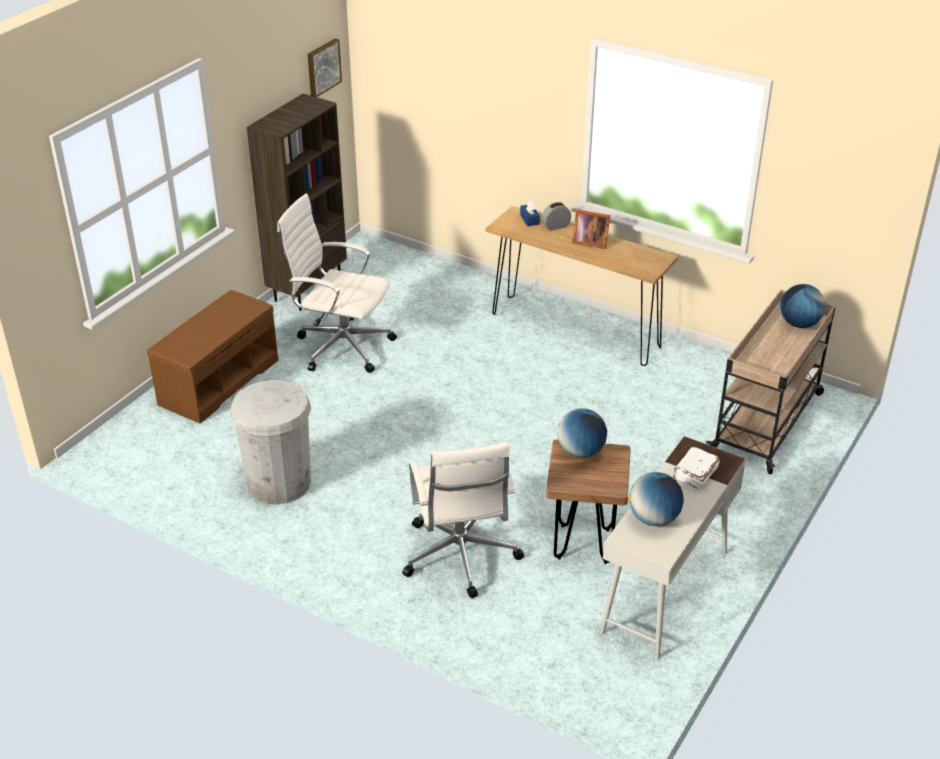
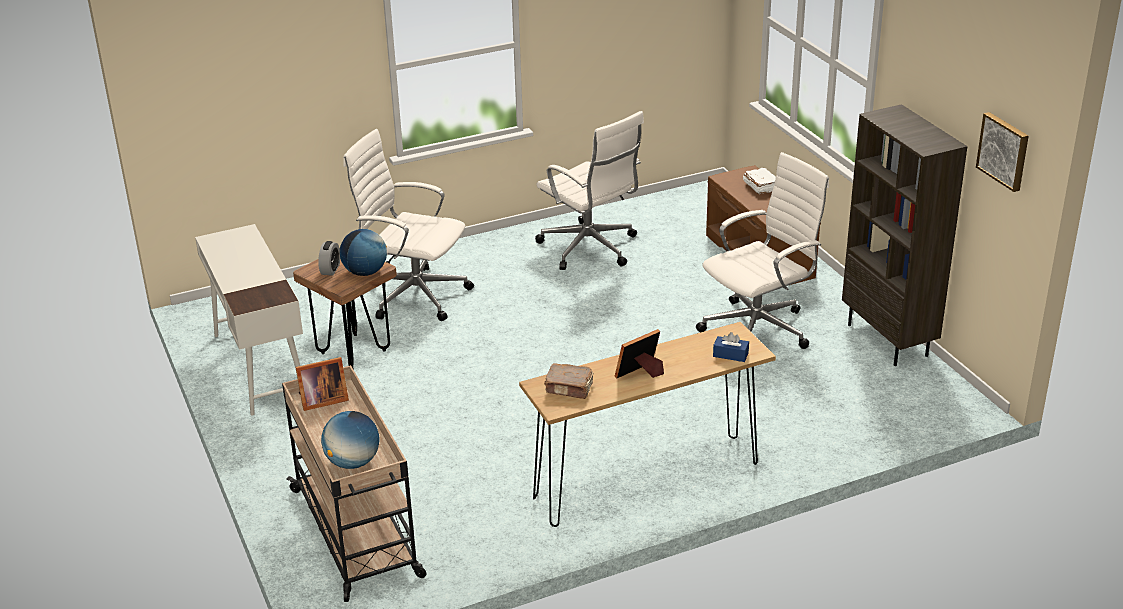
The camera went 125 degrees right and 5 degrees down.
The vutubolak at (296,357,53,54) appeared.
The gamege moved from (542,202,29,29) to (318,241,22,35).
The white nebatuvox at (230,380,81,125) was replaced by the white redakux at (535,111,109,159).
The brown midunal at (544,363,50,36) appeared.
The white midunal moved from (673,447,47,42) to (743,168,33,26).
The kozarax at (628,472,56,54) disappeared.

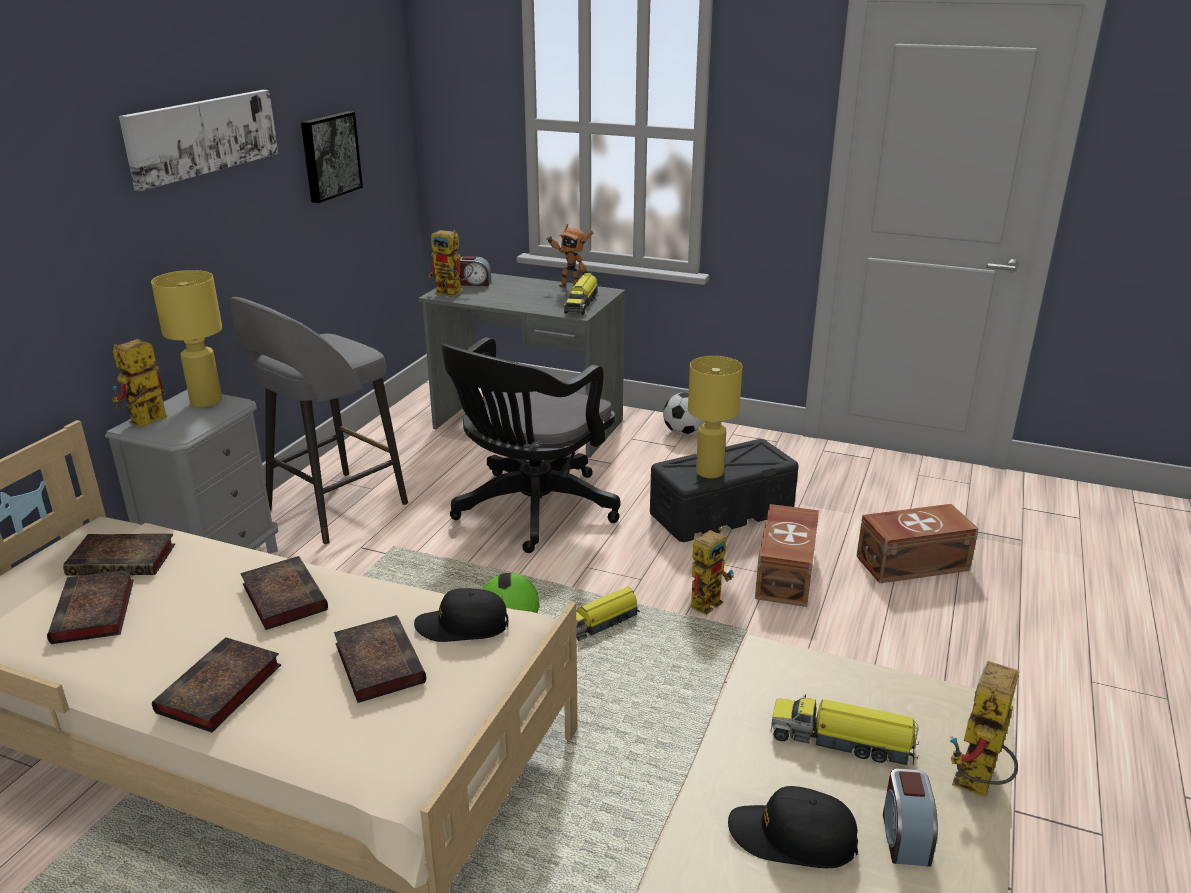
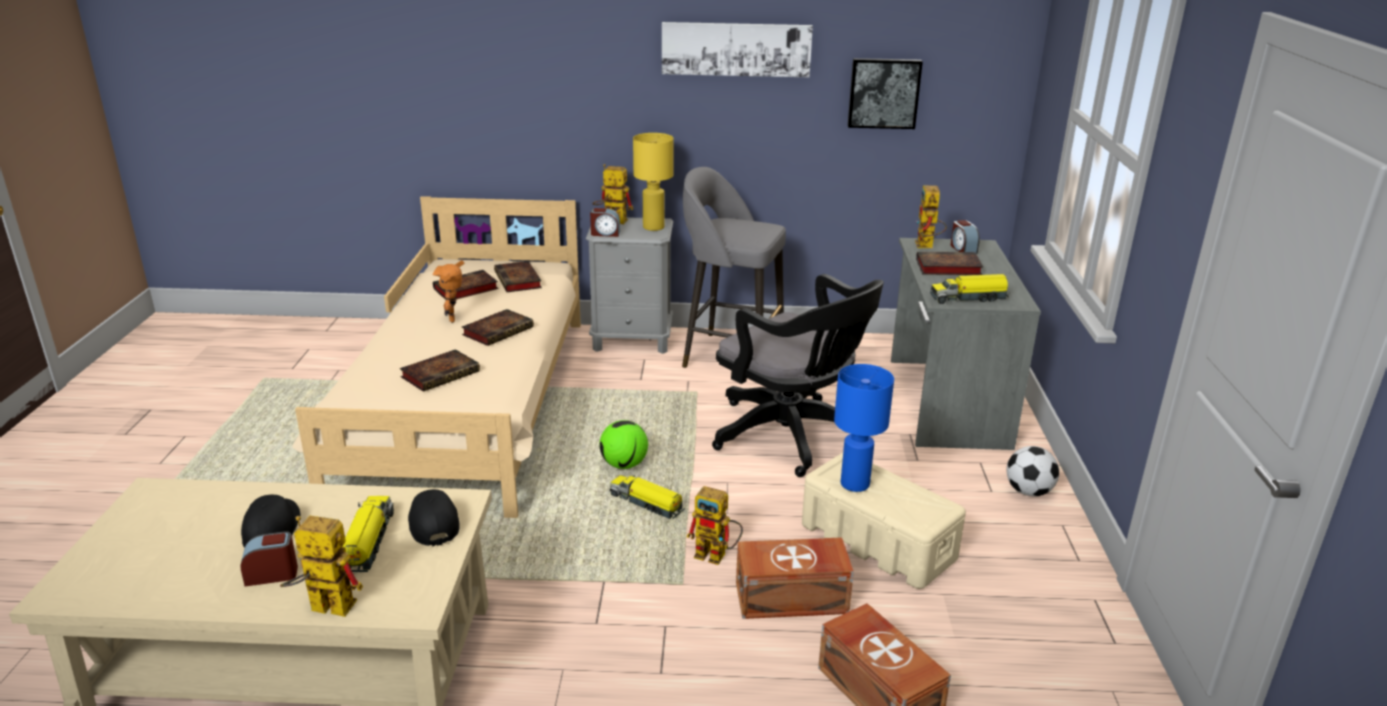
The camera went 70 degrees right and 0 degrees up.
The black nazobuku moved from (414,588,94,54) to (408,489,52,57).
The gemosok moved from (546,224,47,63) to (433,260,32,63).
The gamege at (590,208,30,29) appeared.
The black redakux at (441,337,179,216) turned 150 degrees counterclockwise.
The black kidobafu at (650,439,149,103) became the beige kidobafu at (802,453,164,136).
The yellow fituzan at (688,356,55,122) became the blue fituzan at (834,364,60,128).
The midunal moved from (152,637,129,96) to (916,252,67,23).

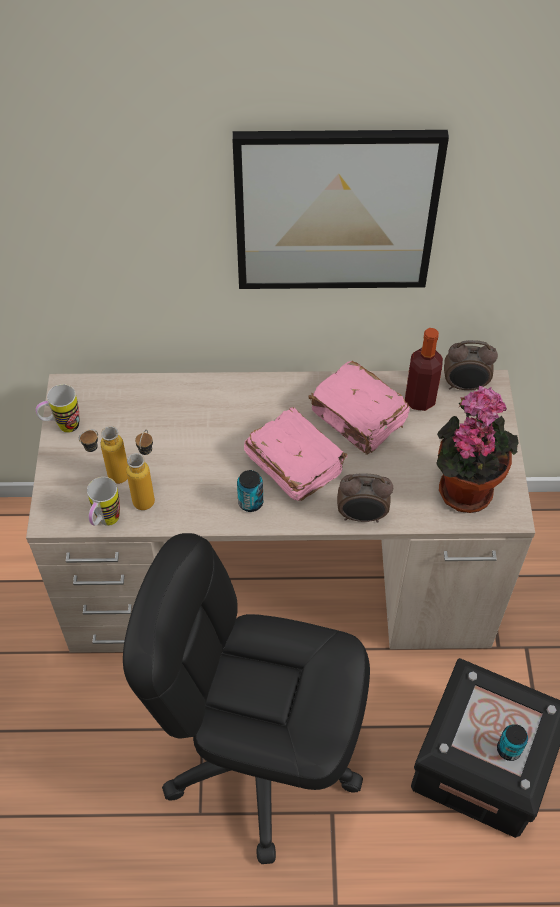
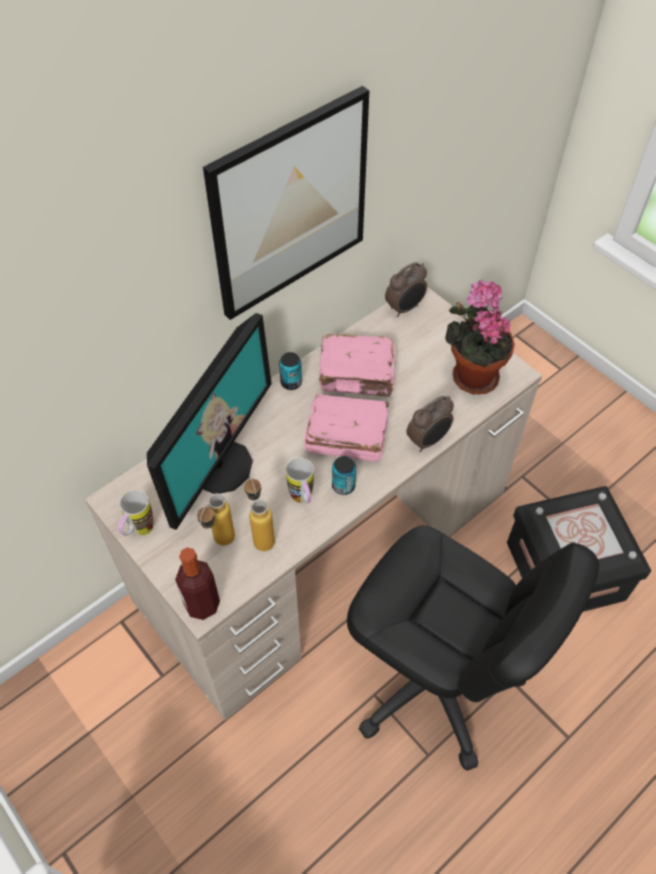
The camera went 40 degrees left and 0 degrees up.
The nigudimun at (147,313,125,217) appeared.
The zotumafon moved from (405,328,38,83) to (175,548,45,72).
The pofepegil moved from (497,724,31,37) to (279,352,23,38).
The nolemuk moved from (87,477,33,49) to (286,457,28,46).
The black redakux at (123,533,247,331) turned 120 degrees counterclockwise.

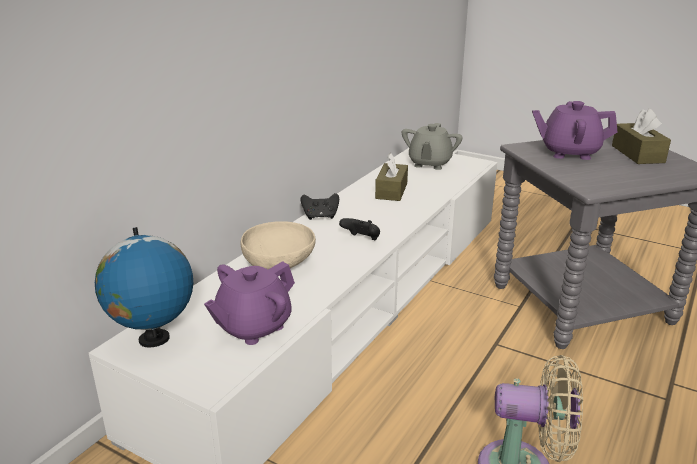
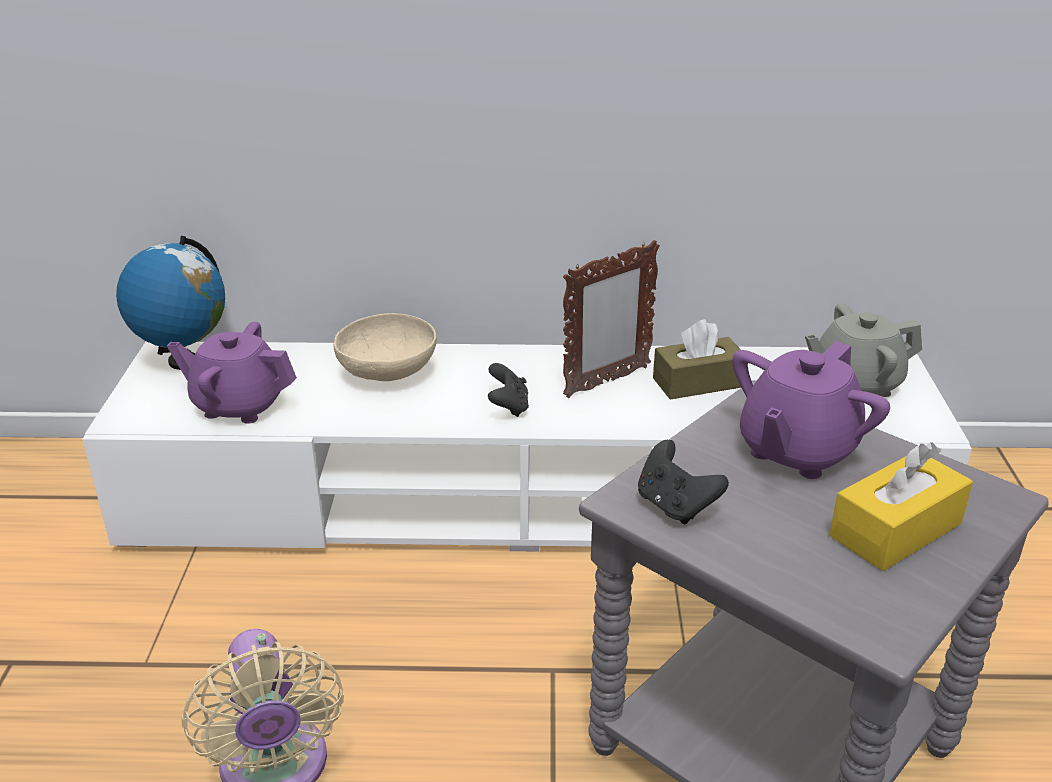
The camera went 60 degrees right and 5 degrees up.
The vutubolak at (563,240,97,158) appeared.
The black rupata moved from (301,193,38,27) to (638,440,91,84).
The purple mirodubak at (532,101,86,59) turned 120 degrees counterclockwise.
The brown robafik at (612,108,59,56) became the yellow robafik at (830,442,143,129).

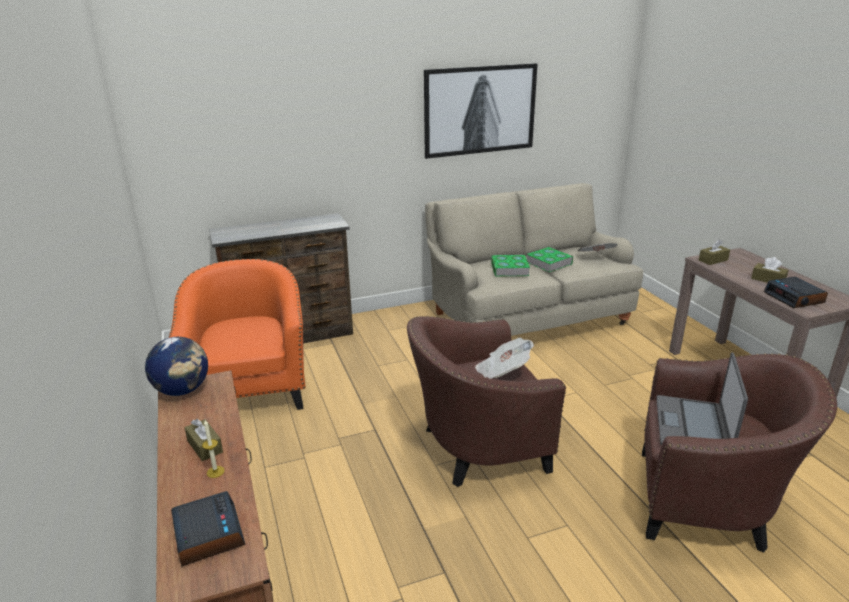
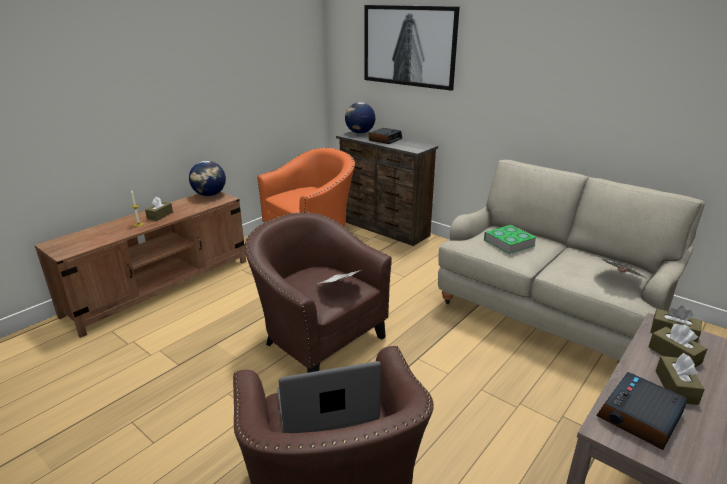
The camera went 60 degrees right and 0 degrees up.
The kozarax at (345,102,30,32) appeared.
The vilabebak moved from (424,63,113,96) to (364,5,96,86).
The gamege moved from (171,491,75,76) to (369,128,33,16).
The brown robafik at (649,324,58,43) appeared.
The midunal at (526,247,47,25) disappeared.

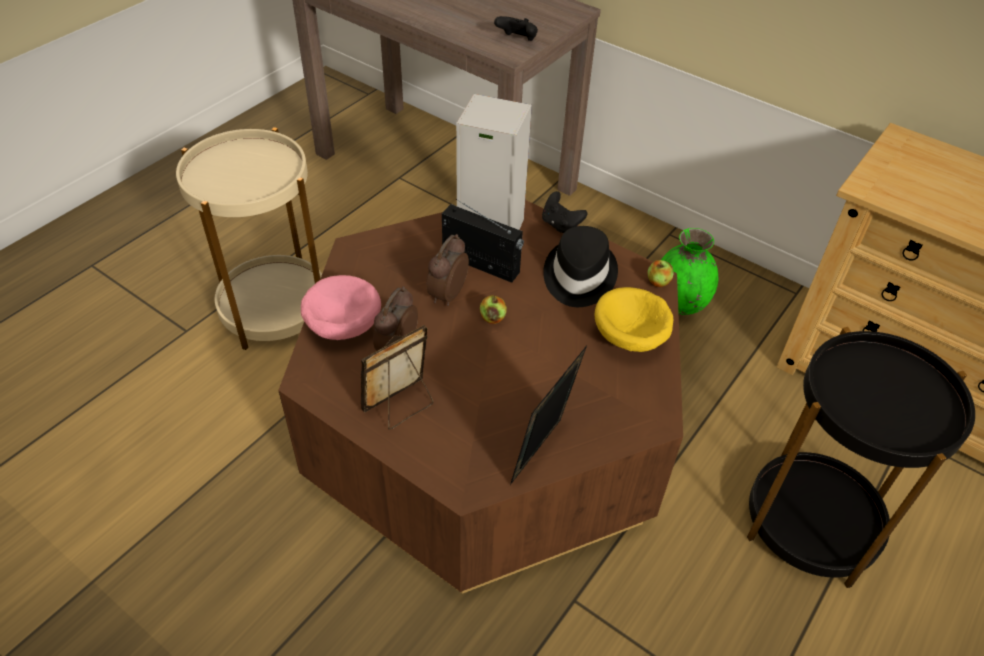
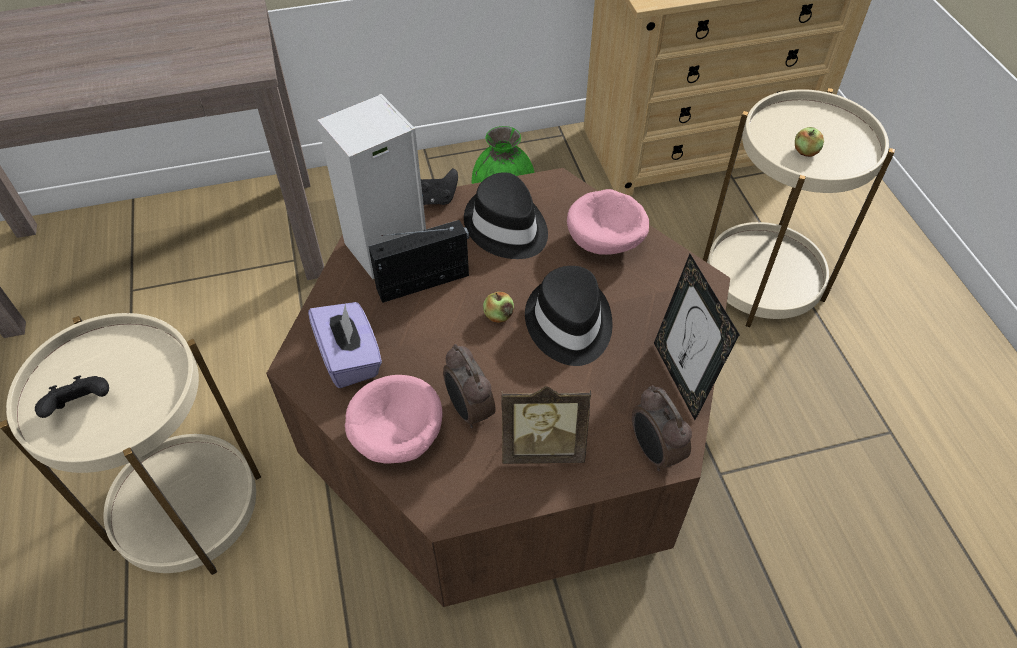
The camera went 50 degrees left and 5 degrees up.
The black rupata moved from (494,16,44,25) to (35,375,74,43).
The purple robafik at (308,302,74,86) appeared.
The vutubolak at (361,325,72,105) turned 90 degrees counterclockwise.
The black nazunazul at (525,266,87,100) appeared.
The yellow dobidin at (595,287,78,65) became the pink dobidin at (567,189,82,66).
The gamege moved from (427,234,42,72) to (632,385,60,87).
The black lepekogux at (747,327,228,261) became the beige lepekogux at (703,88,192,239).
The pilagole moved from (647,260,26,27) to (795,127,29,30).

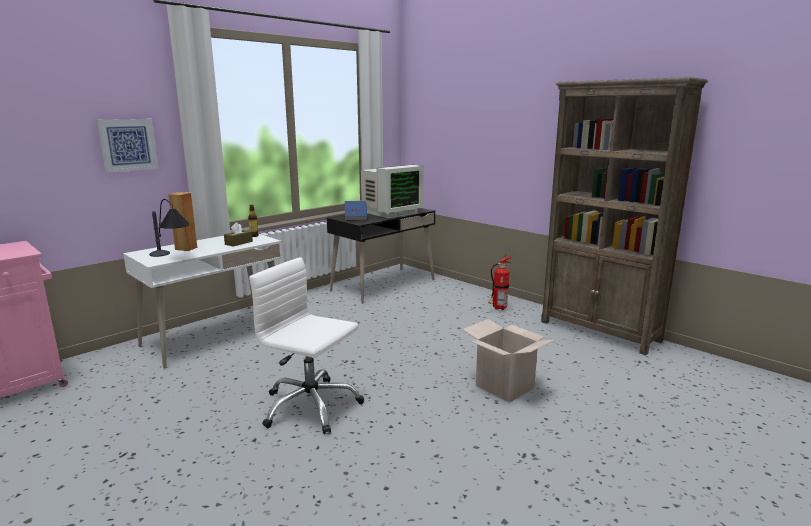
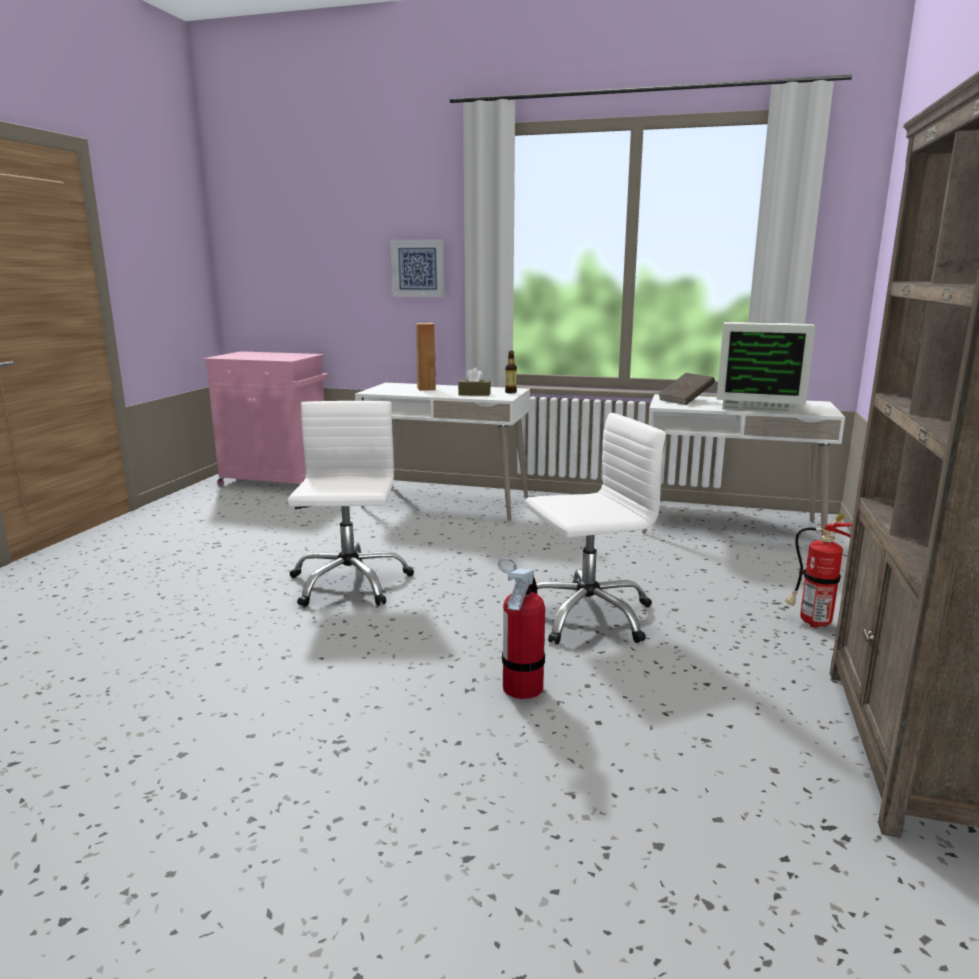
The camera went 60 degrees right and 0 degrees up.
The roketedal at (462,319,93,84) was replaced by the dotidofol at (498,558,47,141).
The white redakux at (525,413,141,232) appeared.
The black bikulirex at (327,208,108,96) became the white bikulirex at (642,394,203,142).
The blue midunal at (345,201,22,19) became the brown midunal at (658,373,57,32).
The fituzan at (149,199,40,58) disappeared.

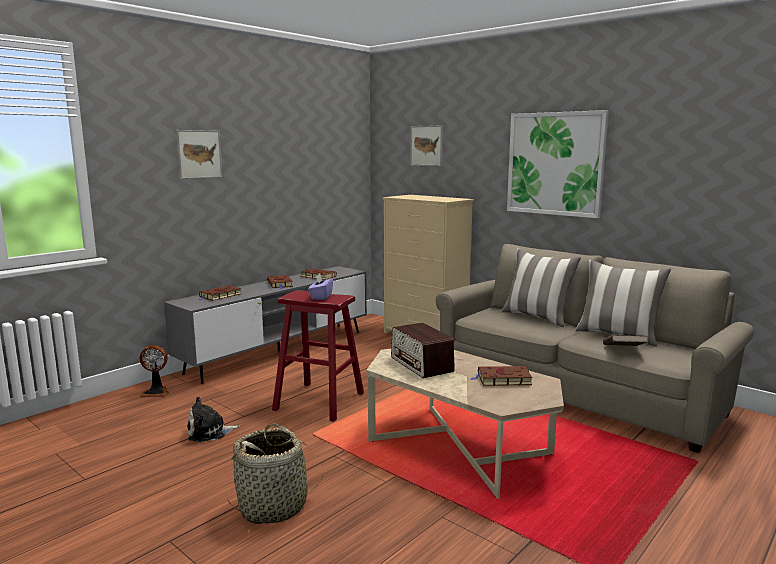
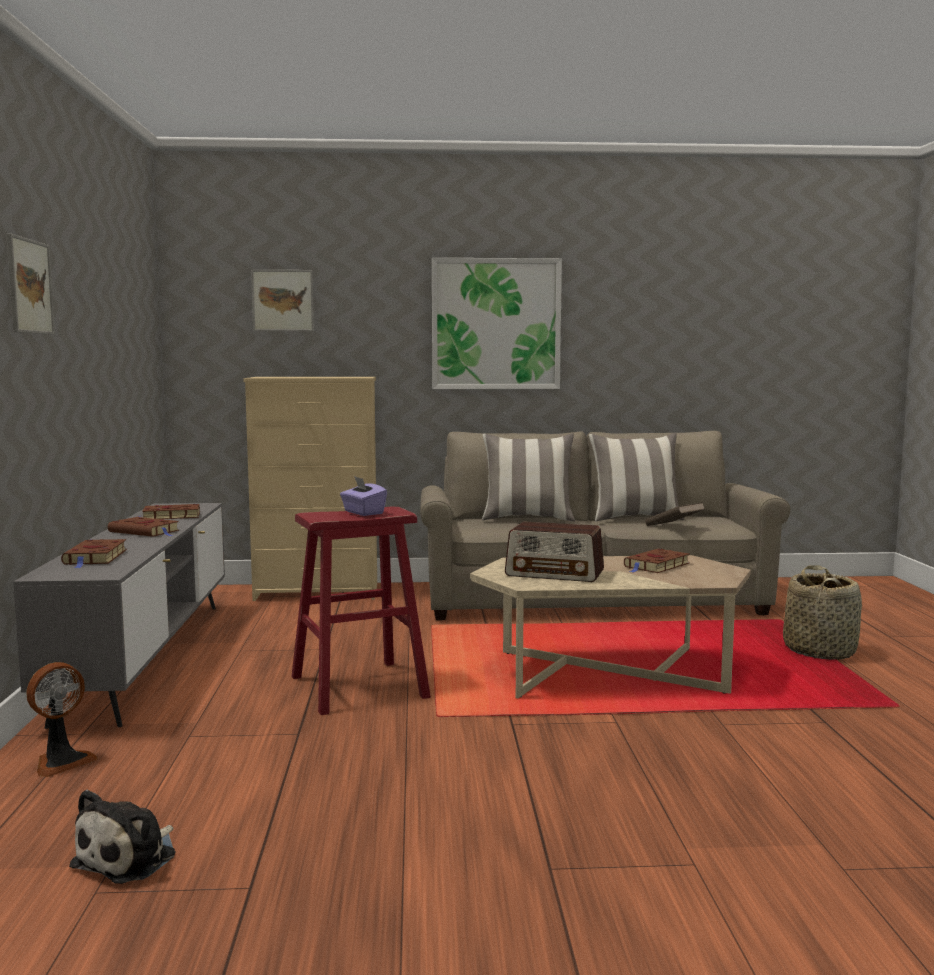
The camera went 45 degrees left and 5 degrees down.
The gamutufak moved from (187,396,53,46) to (69,789,107,95).
The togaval moved from (228,423,95,101) to (783,565,79,95).

